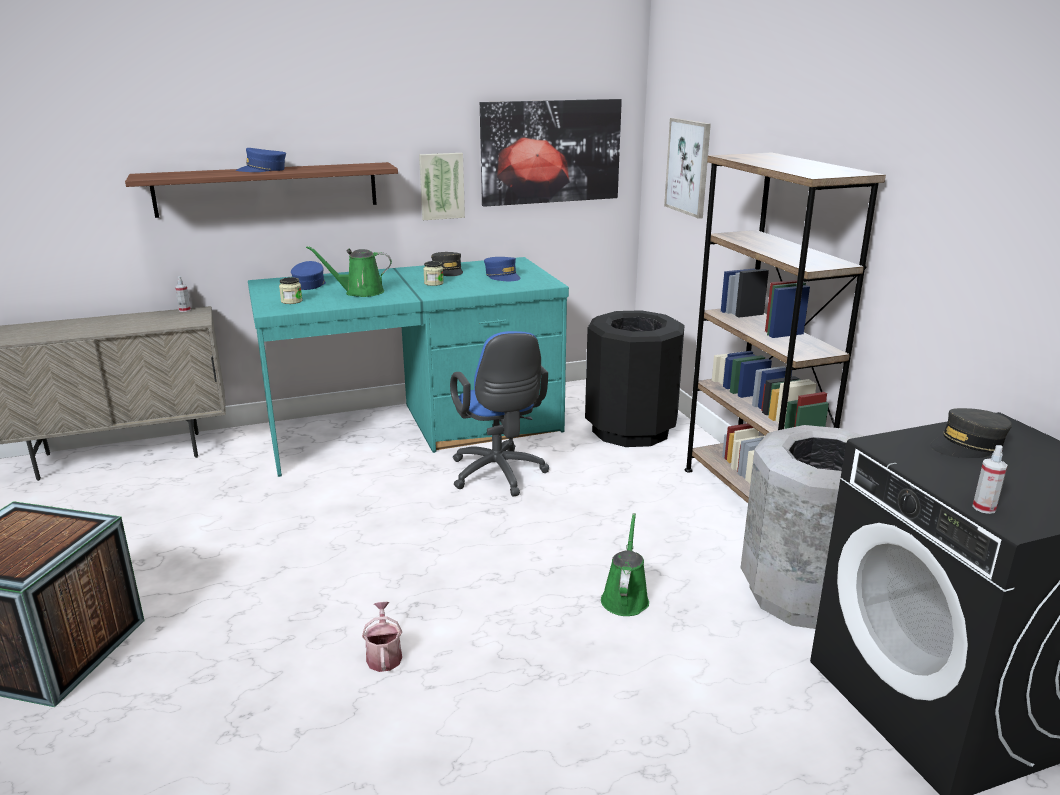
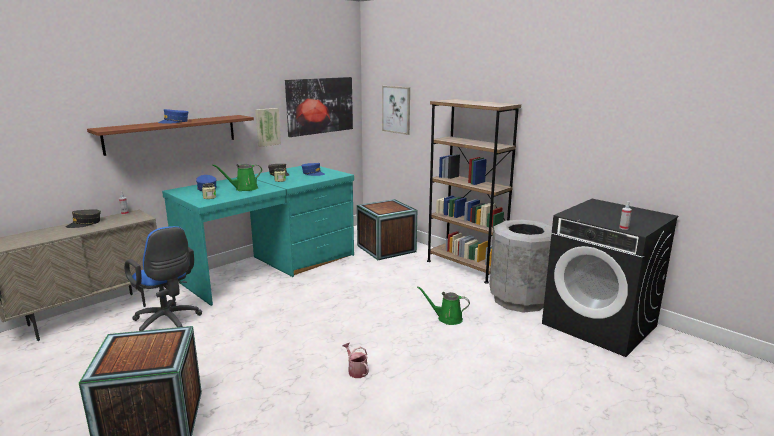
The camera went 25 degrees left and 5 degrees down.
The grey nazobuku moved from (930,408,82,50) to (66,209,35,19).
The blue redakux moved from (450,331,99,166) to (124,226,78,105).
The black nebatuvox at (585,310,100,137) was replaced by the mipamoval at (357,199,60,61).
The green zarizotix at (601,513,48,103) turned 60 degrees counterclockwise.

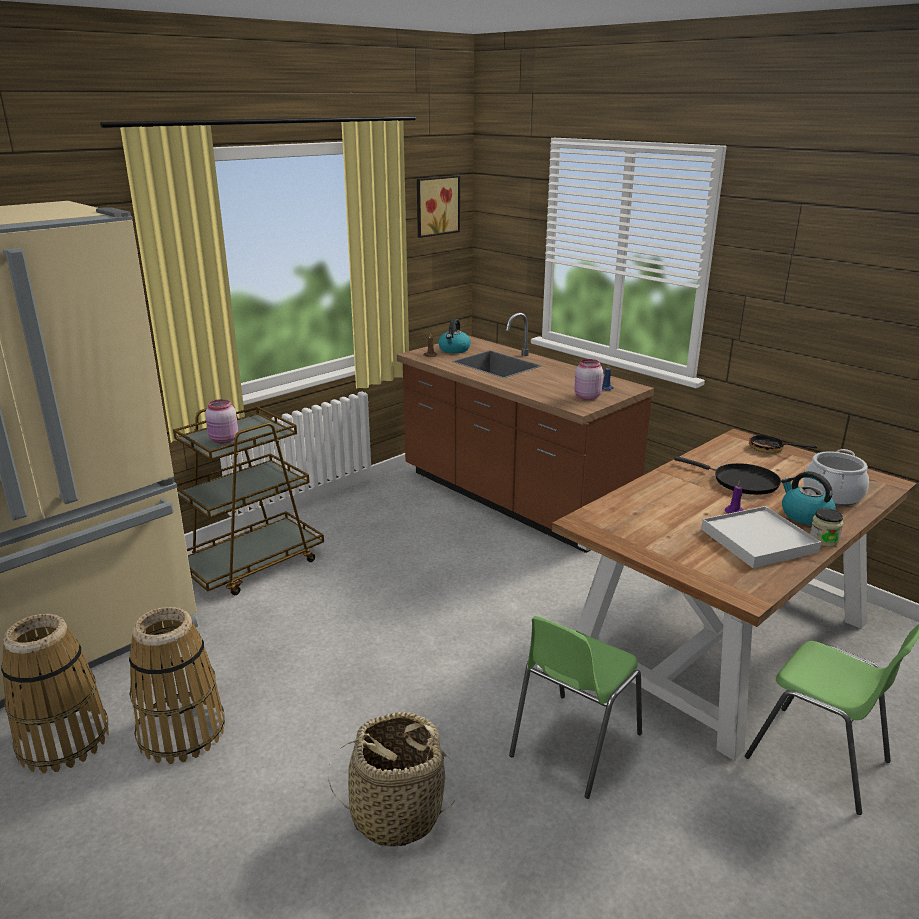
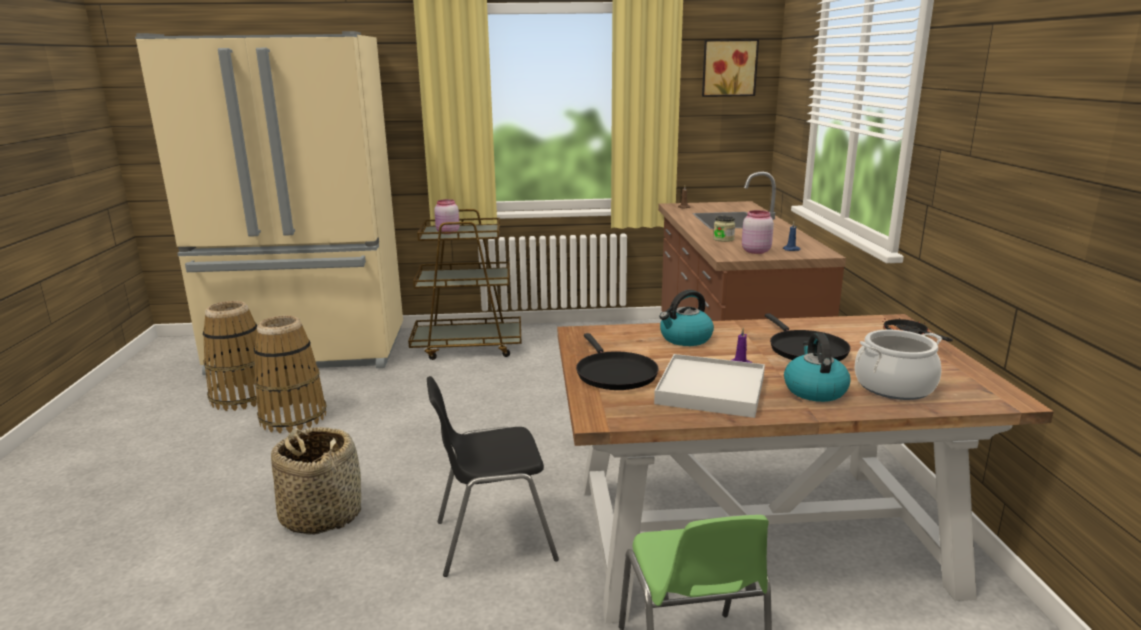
The camera went 40 degrees right and 5 degrees down.
The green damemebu at (509,616,133,183) became the black damemebu at (427,376,132,201).
The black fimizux at (576,333,83,57) appeared.
The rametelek moved from (438,319,33,34) to (659,290,55,56).
The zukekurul moved from (810,508,33,39) to (713,216,22,26).

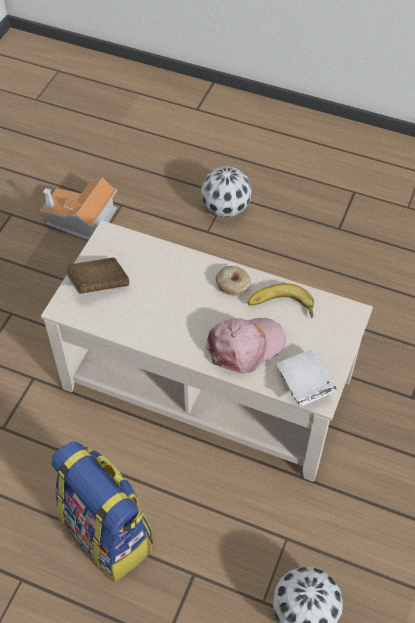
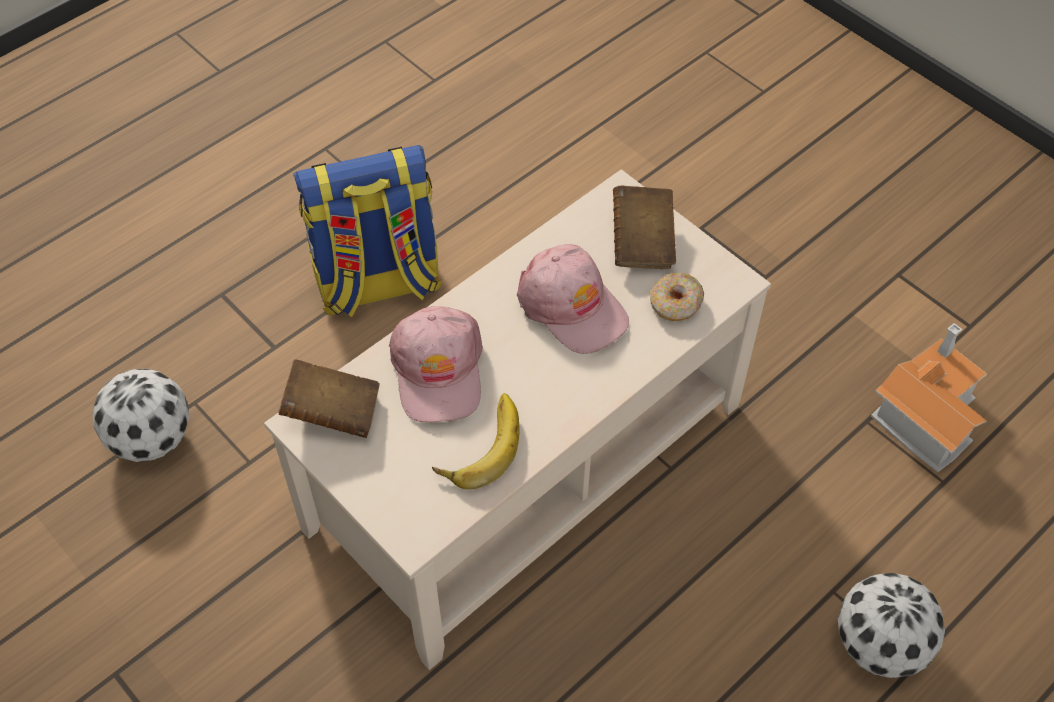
The camera went 115 degrees right and 0 degrees up.
The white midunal at (277,350,60,57) became the brown midunal at (278,359,102,79).
The pink nazobuku at (517,244,112,110) appeared.
The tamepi moved from (216,266,35,29) to (650,273,54,48).

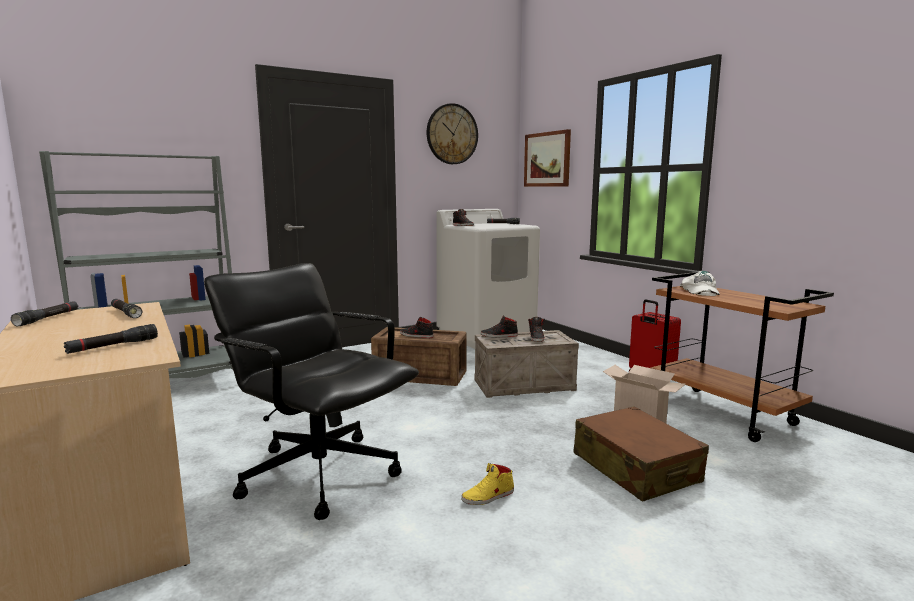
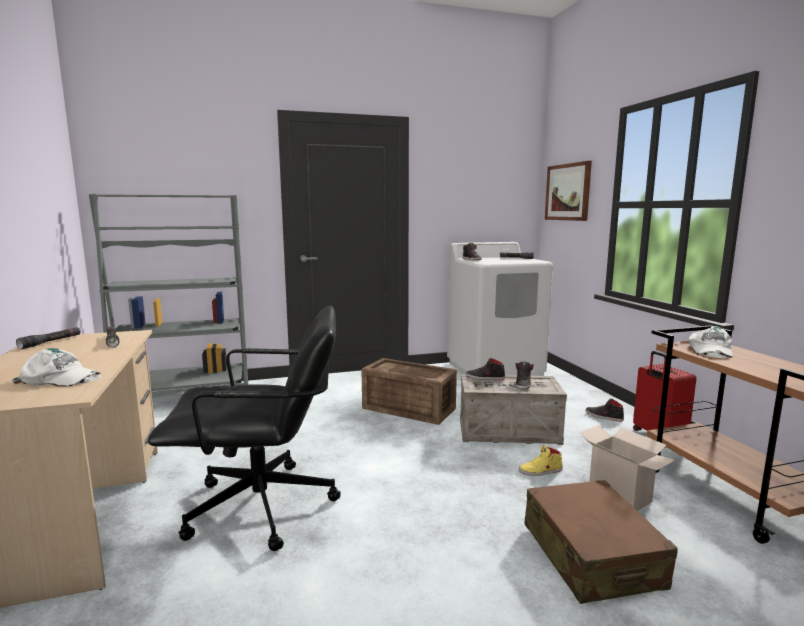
The camera went 15 degrees right and 0 degrees up.
The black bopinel at (64,324,94,30) was replaced by the white nazobuku at (12,348,89,39).
The black redakux at (204,263,215,257) turned 120 degrees clockwise.
The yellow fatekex moved from (461,463,53,42) to (519,445,44,31).
The black fatekex moved from (400,317,34,21) to (586,398,38,24).
The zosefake at (427,103,51,61) disappeared.

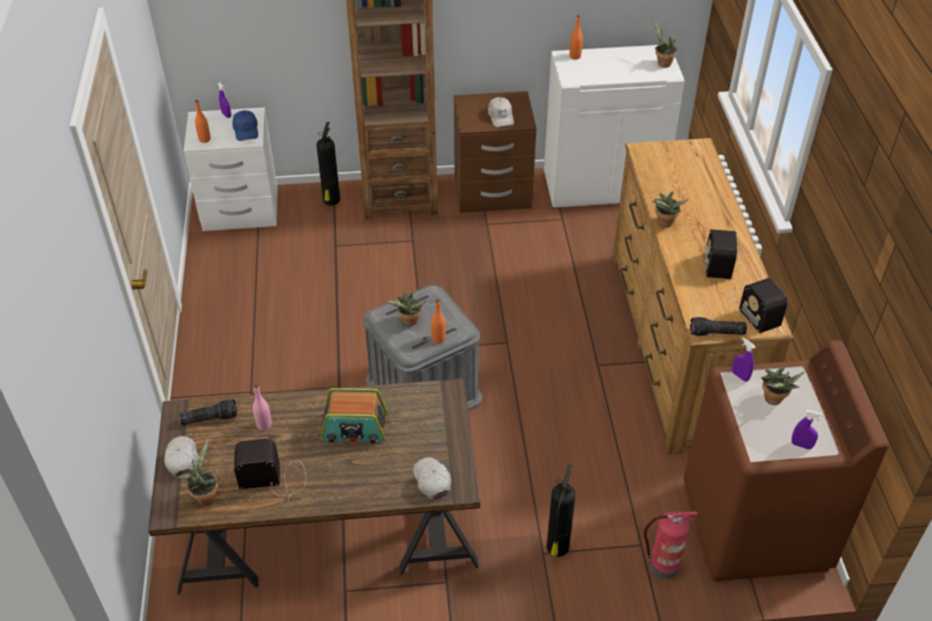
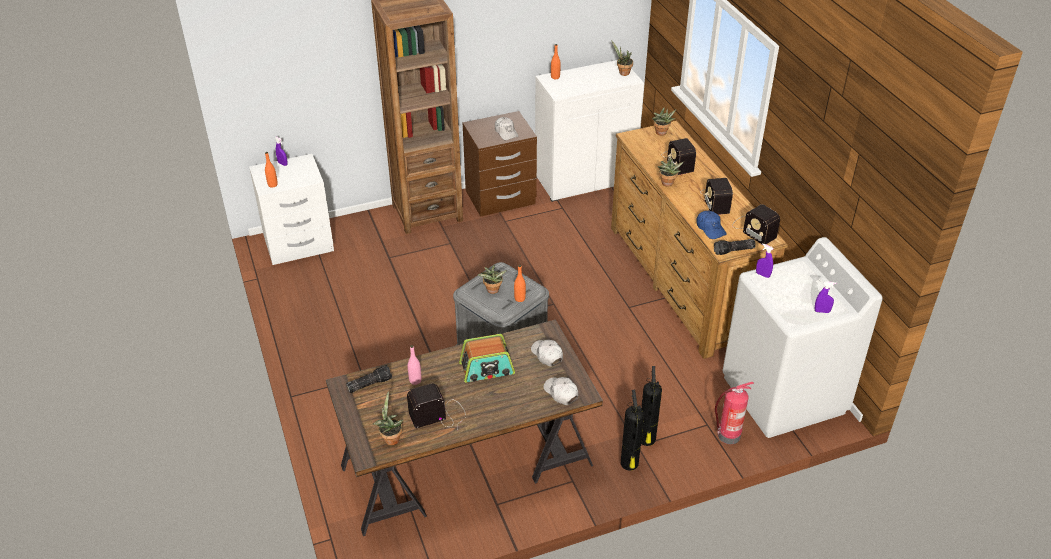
The camera went 15 degrees left and 5 degrees down.
The white nazobuku moved from (164,436,35,41) to (531,340,32,26).
The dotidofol moved from (317,122,23,84) to (621,390,23,81).
The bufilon moved from (761,366,43,39) to (652,107,24,29).
The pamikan at (661,138,35,37) appeared.
The blue nazobuku moved from (232,110,26,31) to (696,211,31,28).
The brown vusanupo at (684,340,205,241) became the white vusanupo at (723,237,160,201).

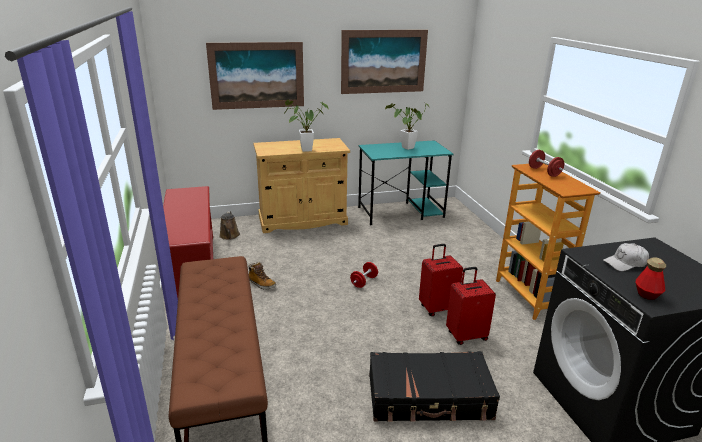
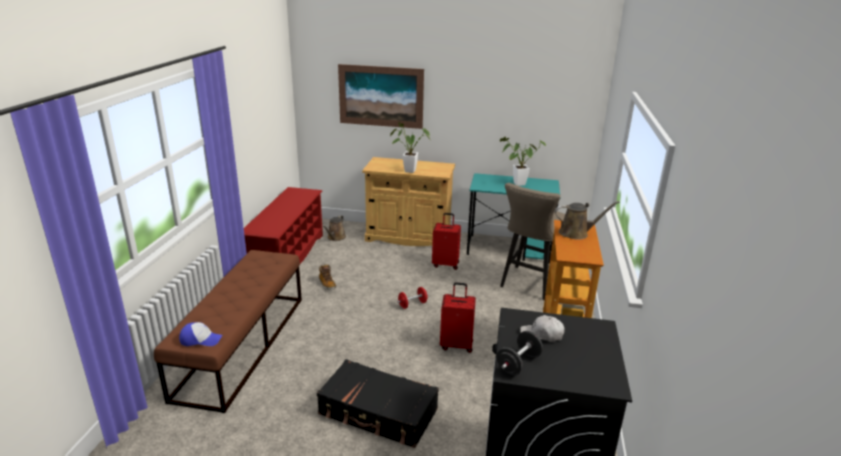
The camera went 25 degrees right and 0 degrees up.
The nazobuku at (179,322,43,24) appeared.
The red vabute moved from (446,267,50,78) to (432,213,29,57).
The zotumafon at (636,257,30,43) was replaced by the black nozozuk at (497,331,46,45).
The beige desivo at (500,183,65,117) appeared.
The red nozozuk at (529,150,35,27) was replaced by the brown zarizotix at (555,201,65,39).
The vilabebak at (341,30,87,64) disappeared.

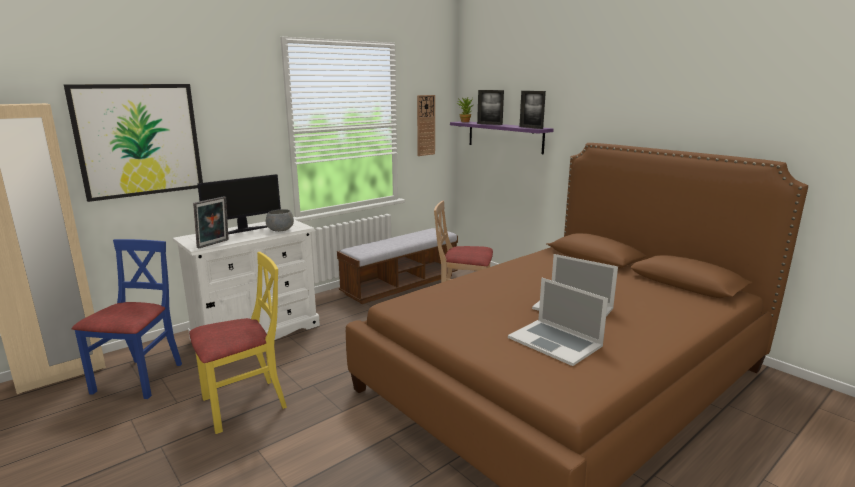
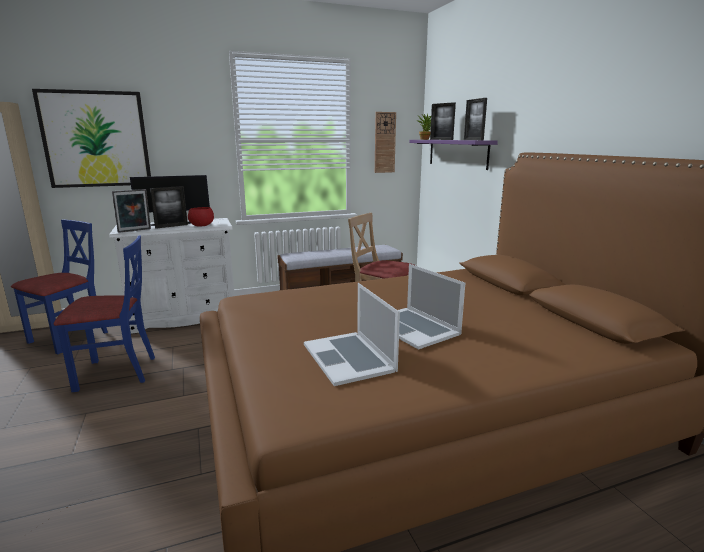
The camera went 20 degrees right and 0 degrees up.
The yellow damemebu at (189,252,98,182) became the blue damemebu at (54,235,101,157).
The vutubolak at (150,186,38,43) appeared.
The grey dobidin at (266,209,28,23) became the red dobidin at (188,207,26,20).

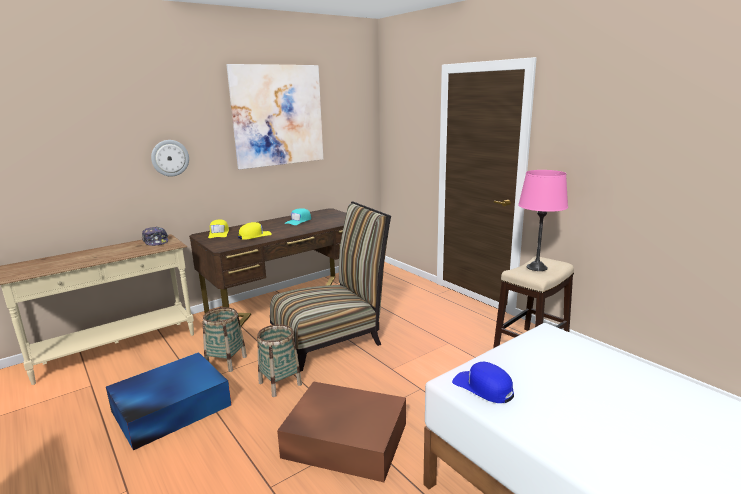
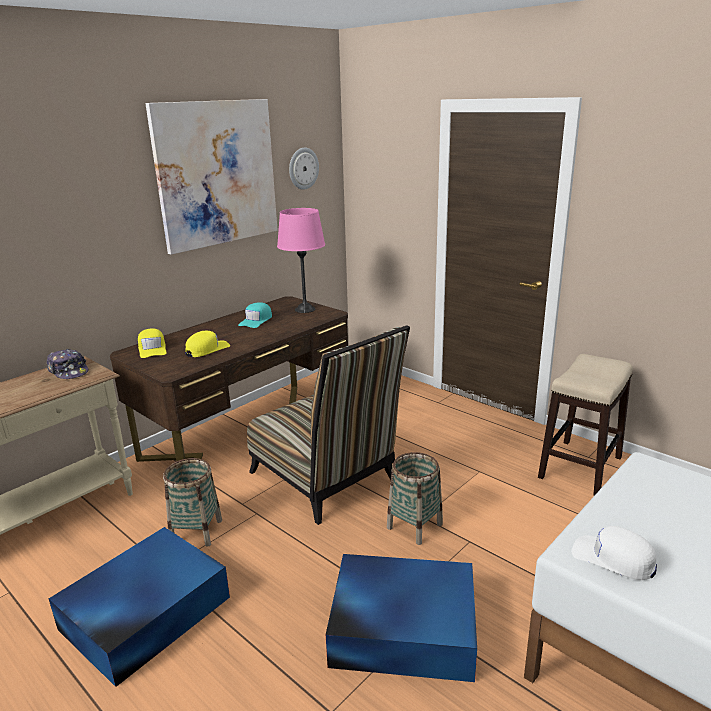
The camera went 10 degrees left and 5 degrees up.
The damemebu at (270,201,121,171) turned 90 degrees clockwise.
The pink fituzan moved from (518,170,50,101) to (277,208,48,105).
The zosefake moved from (151,140,38,37) to (289,148,30,42).
The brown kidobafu at (277,381,129,101) became the blue kidobafu at (326,554,151,128).
The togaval moved from (257,324,45,73) to (387,452,56,93).
The blue nazobuku at (452,362,62,41) became the white nazobuku at (572,526,85,54).

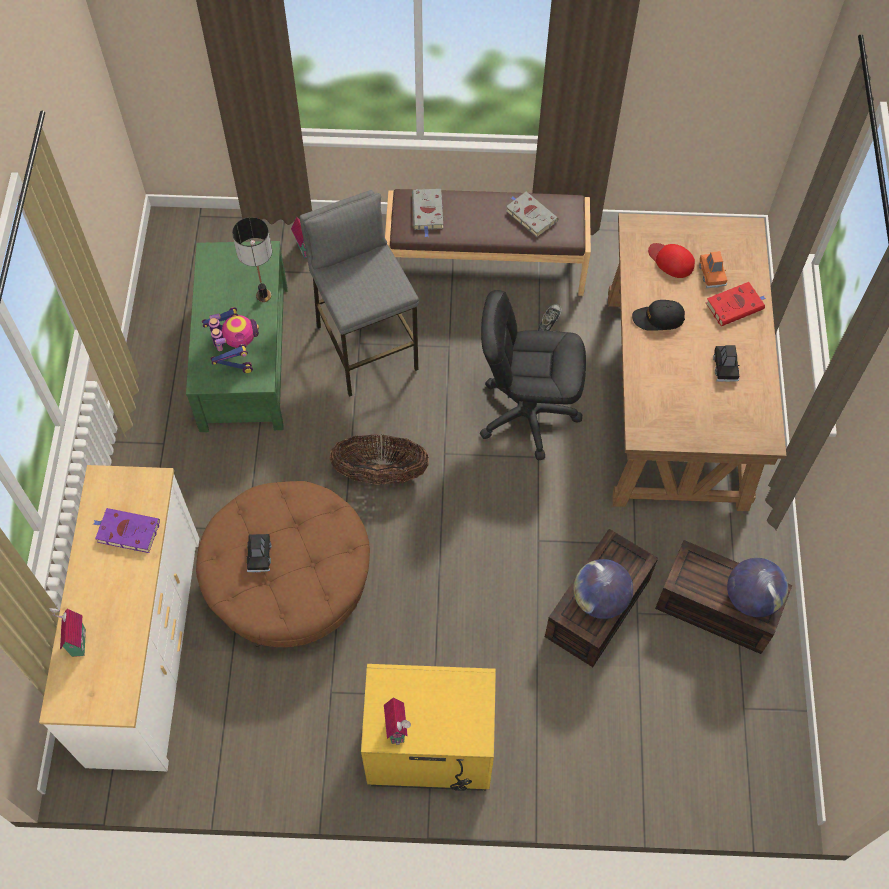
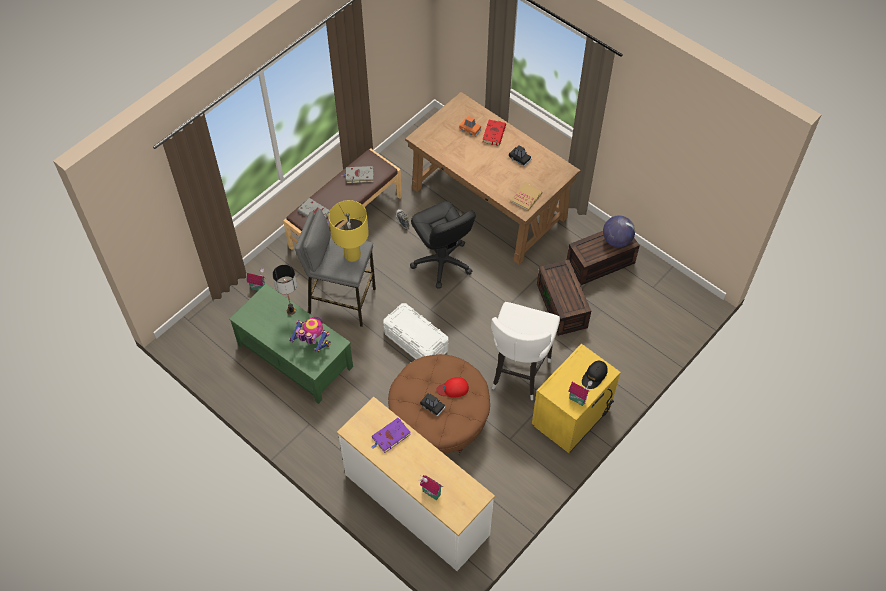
The camera went 50 degrees left and 5 degrees down.
The yellow fituzan at (329,200,40,62) appeared.
The togaval at (329,434,100,51) was replaced by the white kidobafu at (384,303,64,57).
The black redakux at (480,290,106,171) turned 75 degrees counterclockwise.
The red nazobuku moved from (648,243,47,35) to (436,377,33,21).
The white desivo at (491,302,69,98) appeared.
The midunal at (511,183,32,28) appeared.
The black nazobuku moved from (632,300,53,31) to (582,361,26,28).
The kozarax at (574,559,59,60) disappeared.

